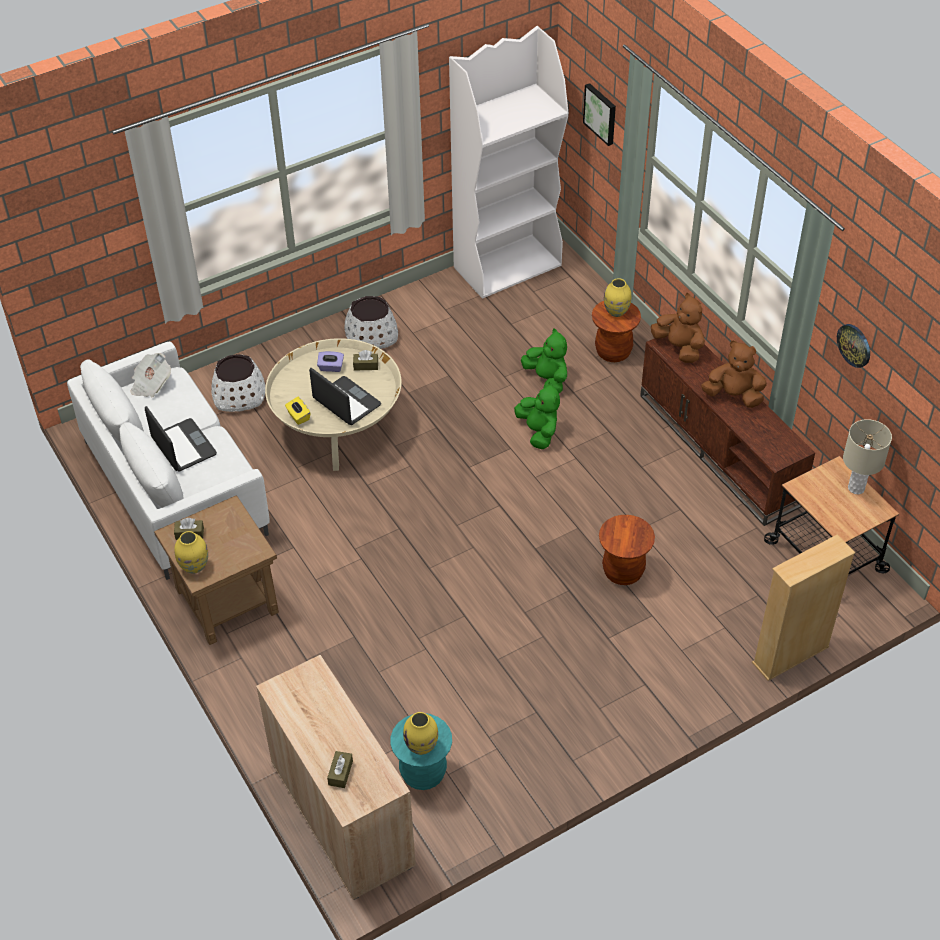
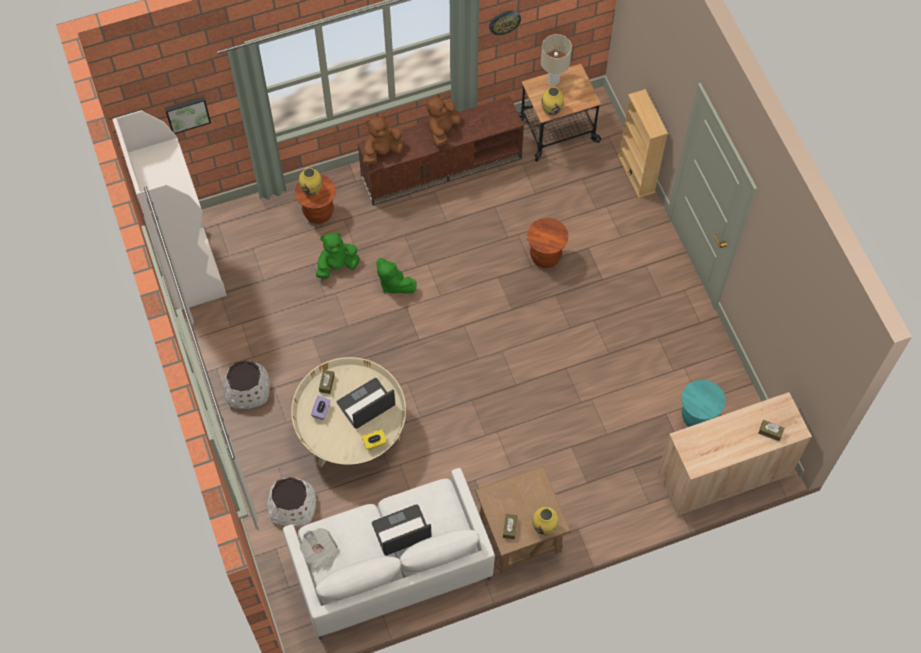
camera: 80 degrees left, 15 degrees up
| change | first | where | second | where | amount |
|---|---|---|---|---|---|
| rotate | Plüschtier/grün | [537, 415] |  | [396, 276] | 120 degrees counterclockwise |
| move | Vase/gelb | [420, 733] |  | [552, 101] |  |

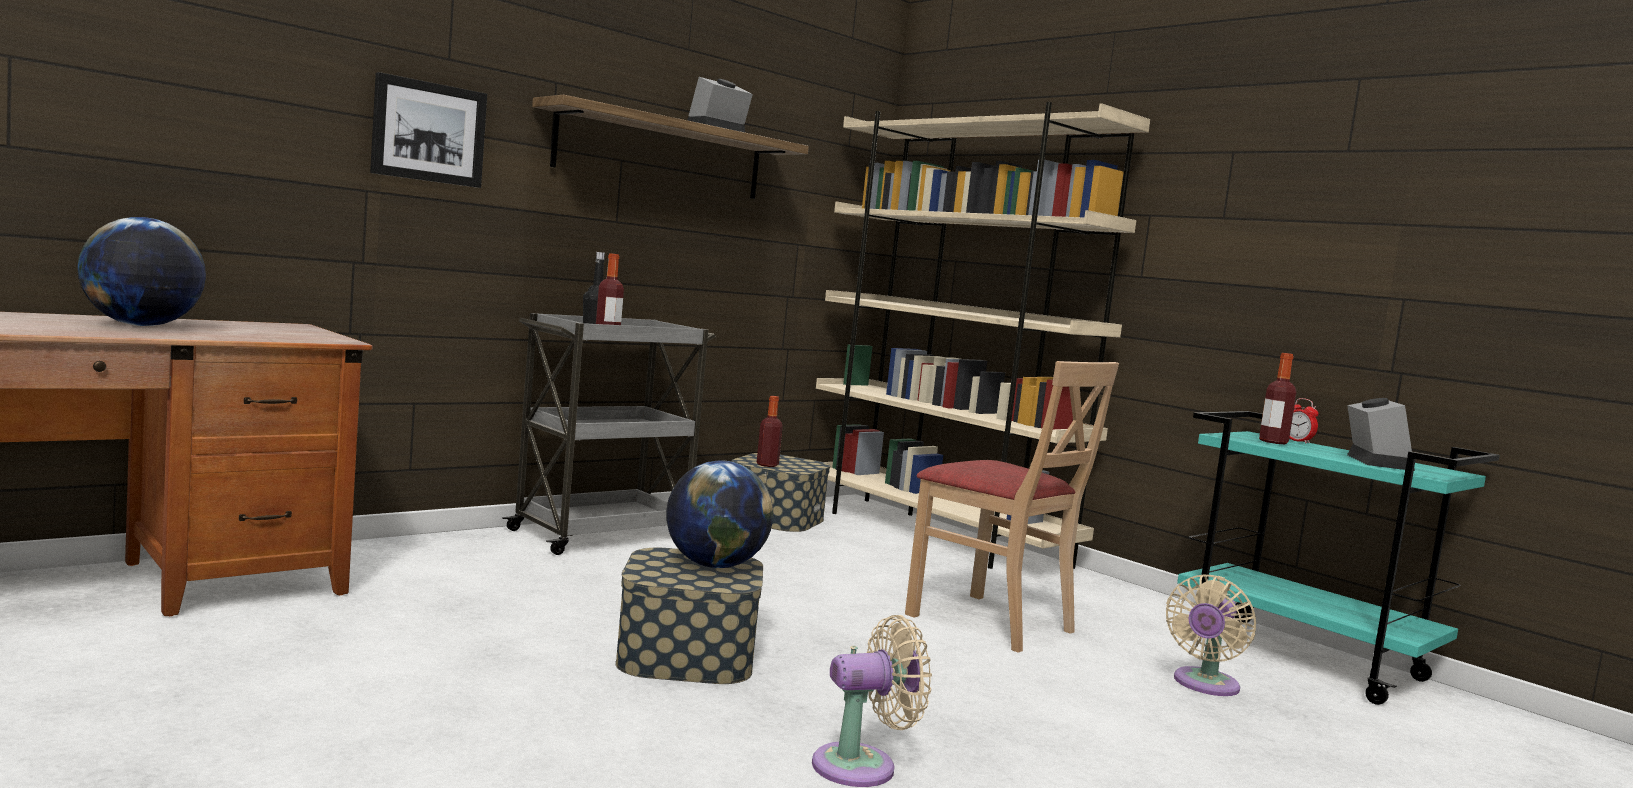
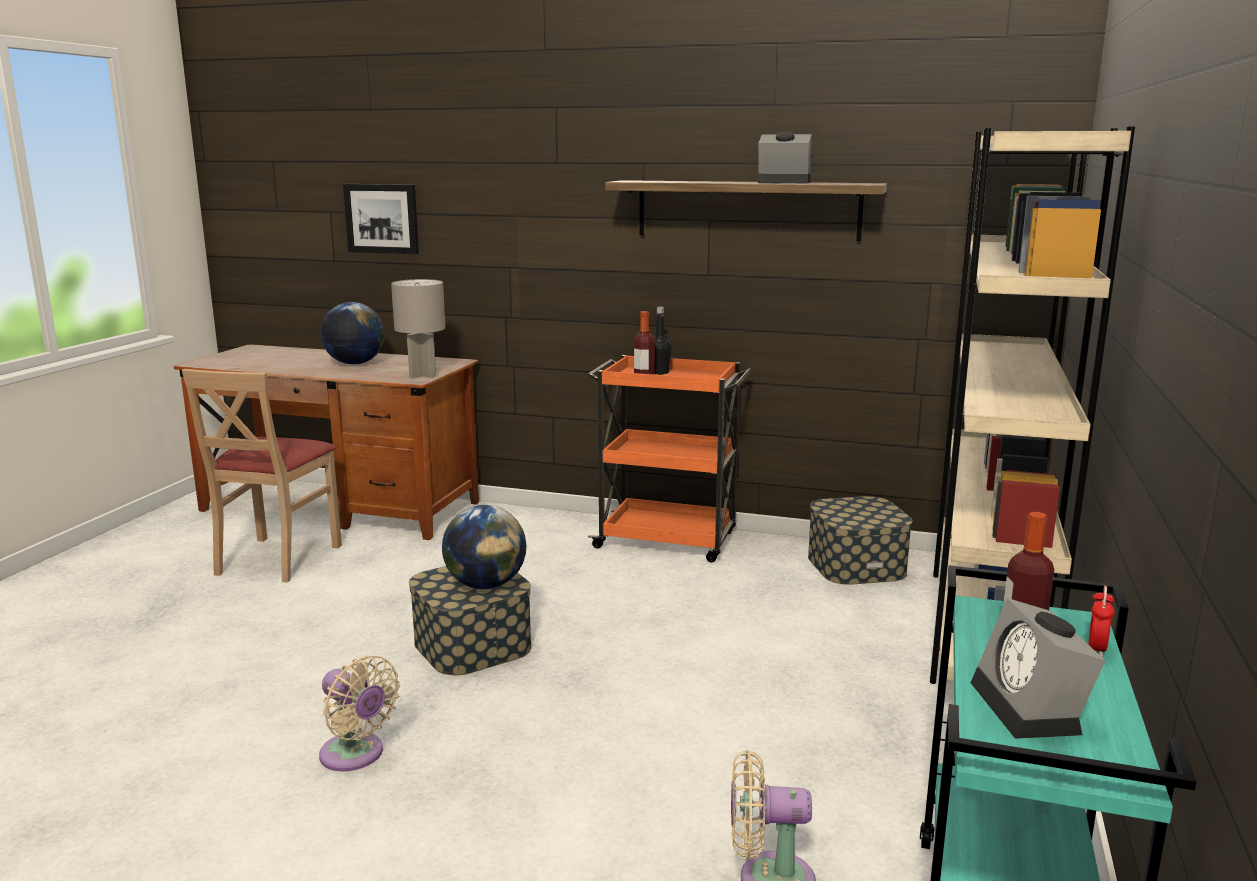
camera: 60 degrees right, 10 degrees up
| change | first | where | second | where | amount |
|---|---|---|---|---|---|
| move | Bild | [428, 130] |  | [381, 219] |  |
| recolor | Rollwagen/grau | [609, 434] | Rollwagen/orange | [669, 458] |  |
| move | Stuhl/beige | [1012, 507] |  | [262, 476] |  |
| delete | Flasche | [770, 431] |  |  |  |
| rotate | Wecker | [1381, 434] |  | [1038, 668] | 105 degrees clockwise |
| insert |  |  | Tischlampe/grau | [418, 329] |  |

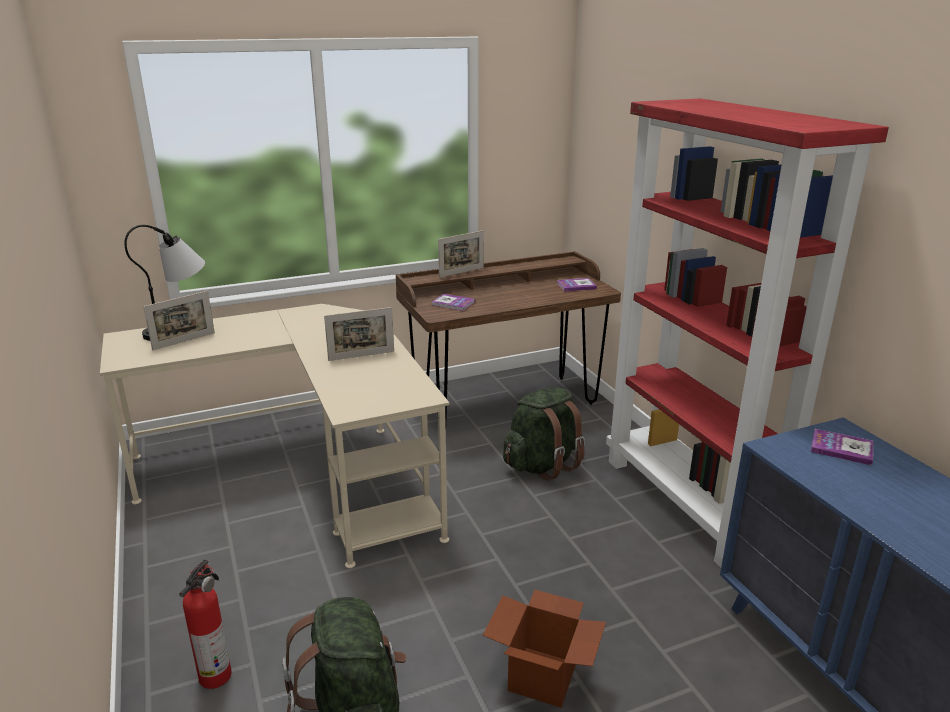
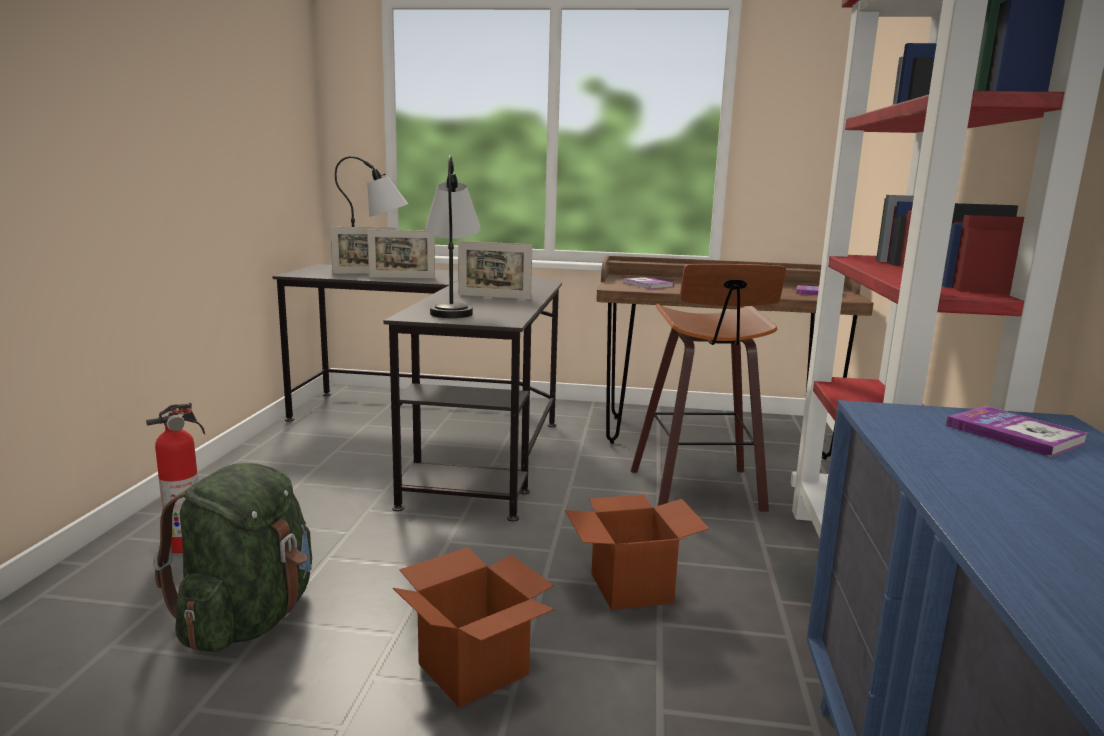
camera: 30 degrees right, 10 degrees down
| change | first | where | second | where | amount |
|---|---|---|---|---|---|
| move | Bilderrahmen | [461, 254] |  | [401, 253] |  |
| recolor | Schreibtisch/beige | [274, 436] | Schreibtisch/schwarz | [417, 392] |  |
| replace | Rucksack/grün | [544, 434] | Hocker | [708, 388] |  |
| insert |  |  | Tischlampe | [453, 236] |  |
| insert |  |  | Karton | [637, 552] |  |

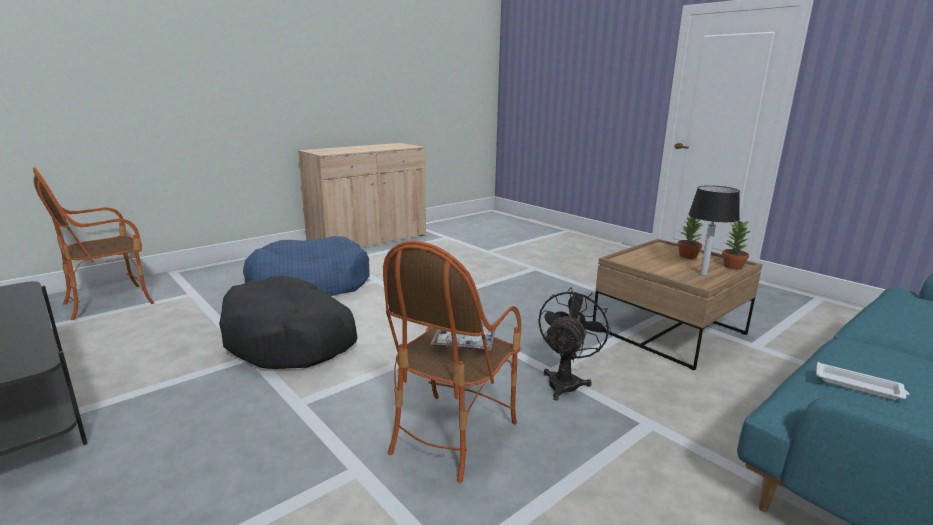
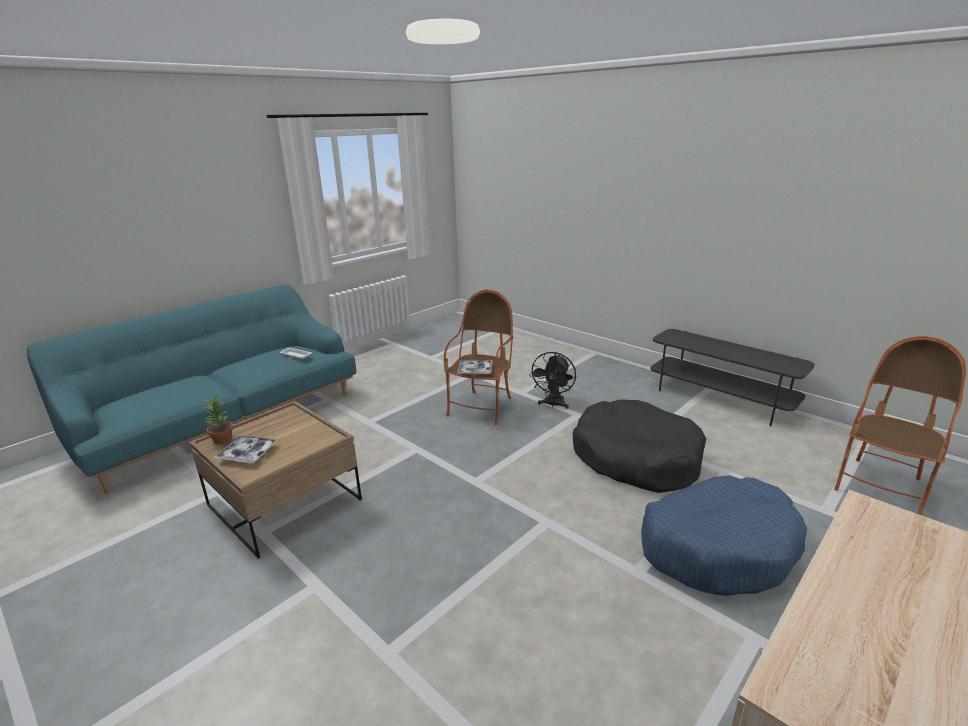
camera: 175 degrees right, 5 degrees up
| change | first | where | second | where | amount |
|---|---|---|---|---|---|
| delete | Tischlampe | [714, 230] |  |  |  |
| replace | Topfpflanze | [690, 237] | Tablett | [246, 449] |  |
| move | Ventilator/schwarz | [574, 344] |  | [552, 380] |  |

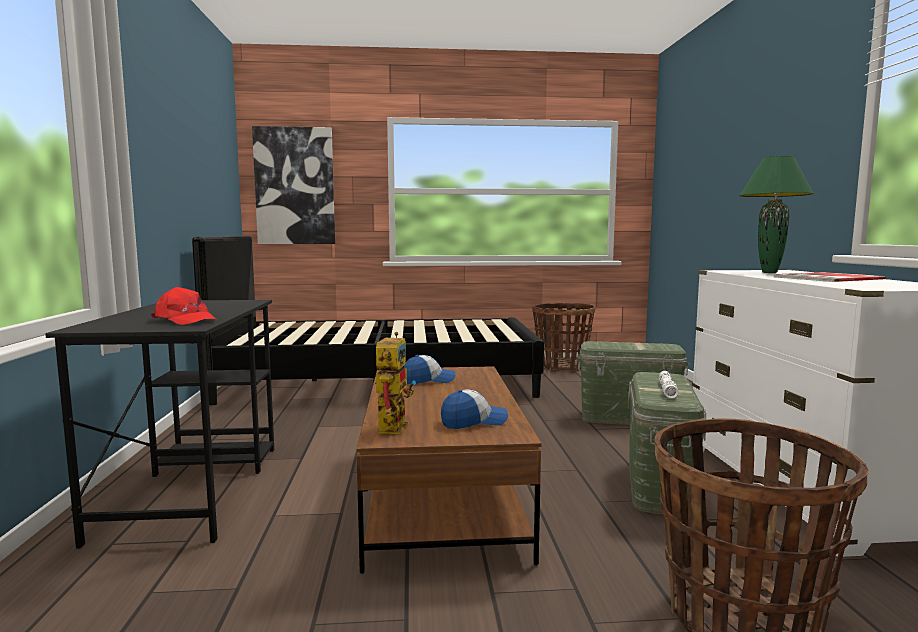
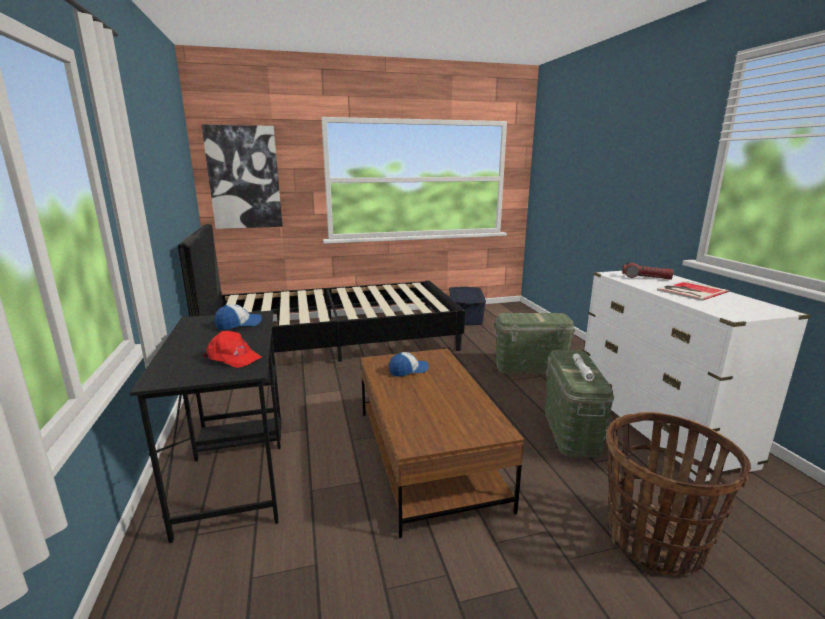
camera: 10 degrees left, 10 degrees up
| change | first | where | second | where | amount |
|---|---|---|---|---|---|
| replace | Tischlampe/grün | [776, 214] | Taschenlampe | [648, 271] |  |
| replace | Korb | [563, 337] | Aufbewahrungsbox/blau | [467, 306] |  |
| delete | Spielzeugroboter | [395, 383] |  |  |  |
| move | Kappe | [474, 409] |  | [238, 317] |  |

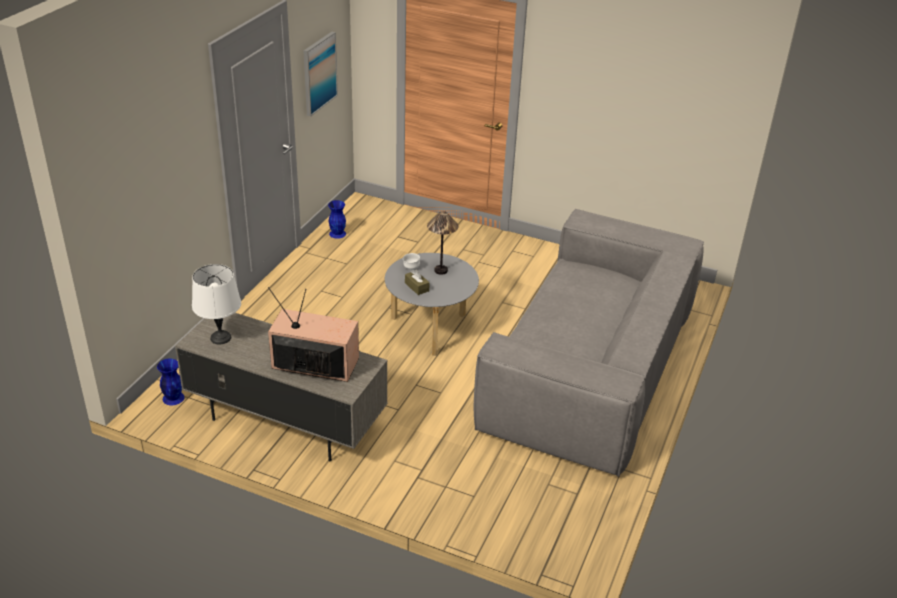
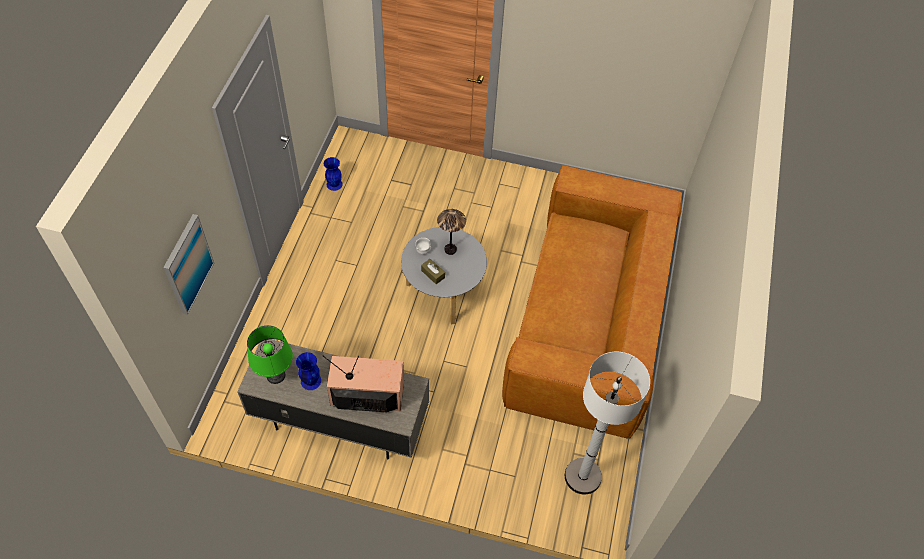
camera: 10 degrees left, 20 degrees up
| change | first | where | second | where | amount |
|---|---|---|---|---|---|
| move | Bild | [320, 74] |  | [188, 264] |  |
| recolor | Sofa/grau | [589, 342] | Sofa/braun | [592, 302] |  |
| recolor | Tischlampe/weiß | [216, 304] | Tischlampe/grün | [270, 354] |  |
| move | Vase/blau | [170, 381] |  | [308, 371] |  |
| insert |  |  | Stehlampe/weiß | [607, 423] |  |

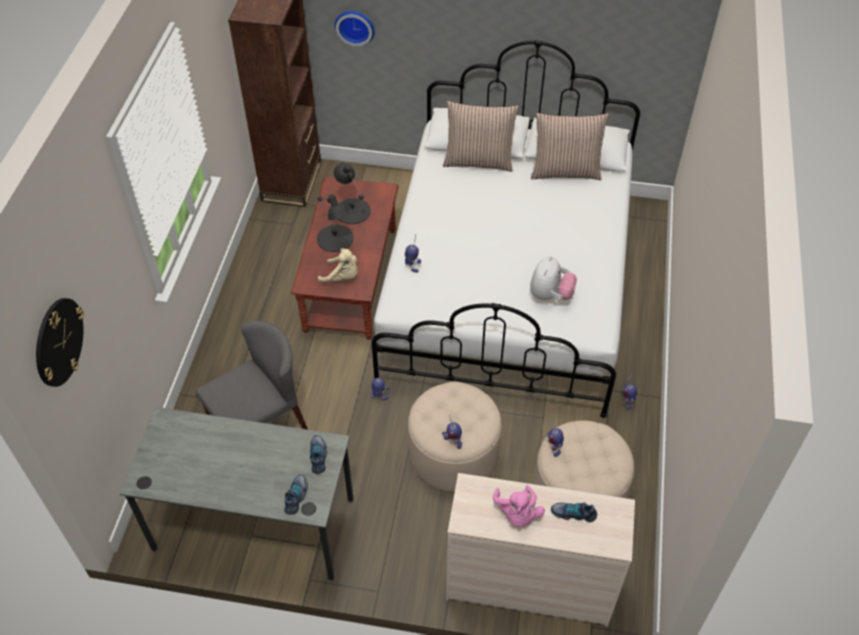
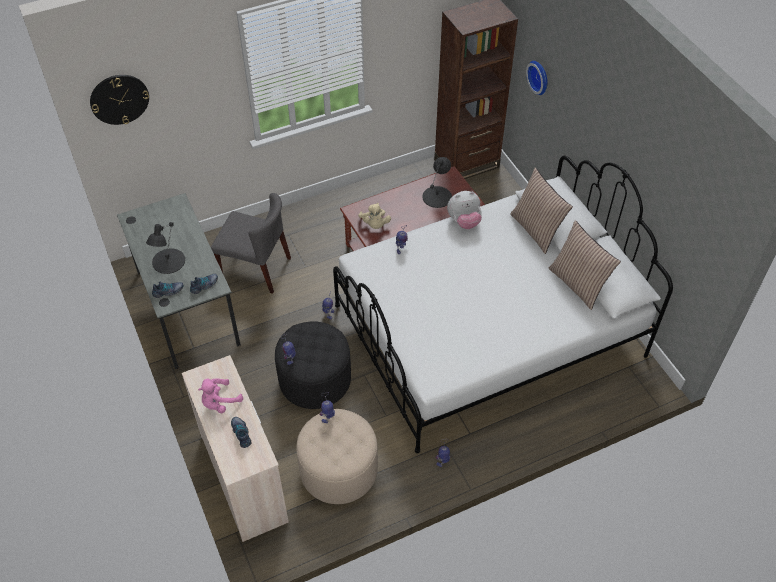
camera: 55 degrees right, 0 degrees up
| change | first | where | second | where | amount |
|---|---|---|---|---|---|
| move | Tischlampe/schwarz | [335, 223] |  | [165, 248] |  |
| move | Plüschtier | [553, 278] |  | [464, 210] |  |
| recolor | Polsterhocker/beige | [455, 437] | Polsterhocker/schwarz | [313, 365] |  |

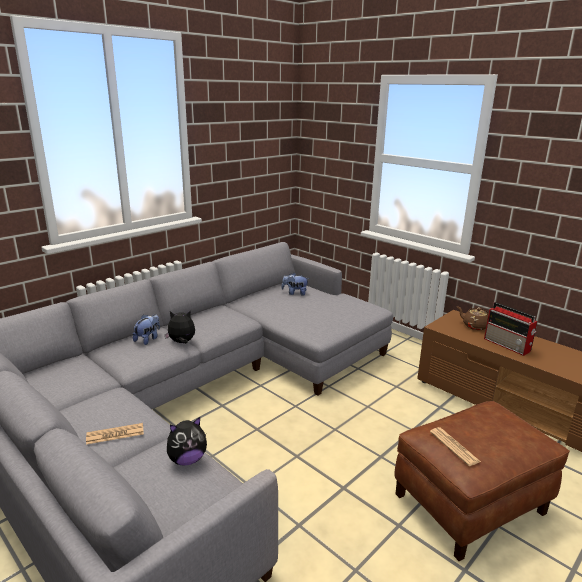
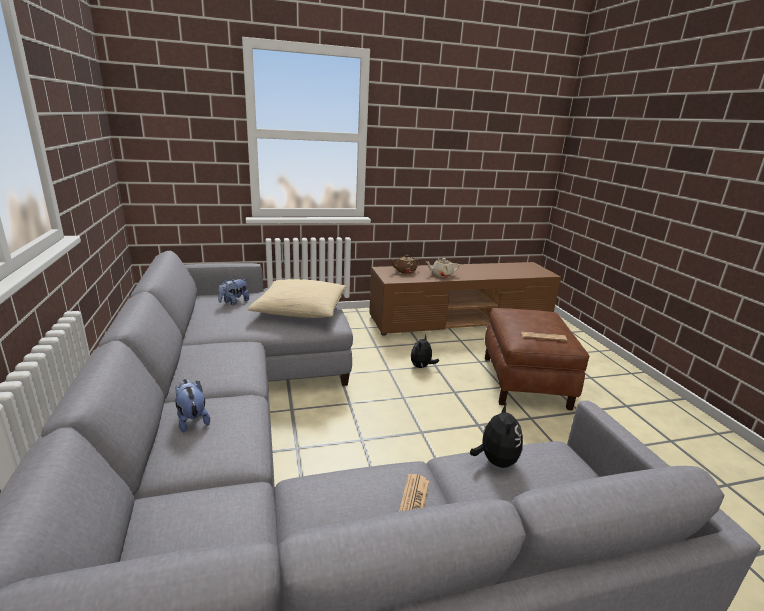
camera: 60 degrees left, 0 degrees up
| change | first | where | second | where | amount |
|---|---|---|---|---|---|
| replace | Radio | [511, 329] | Teekanne/beige | [442, 267] |  |
| move | Plüschtier | [180, 327] |  | [425, 351] |  |
| insert |  |  | Kissen/beige | [296, 298] |  |

